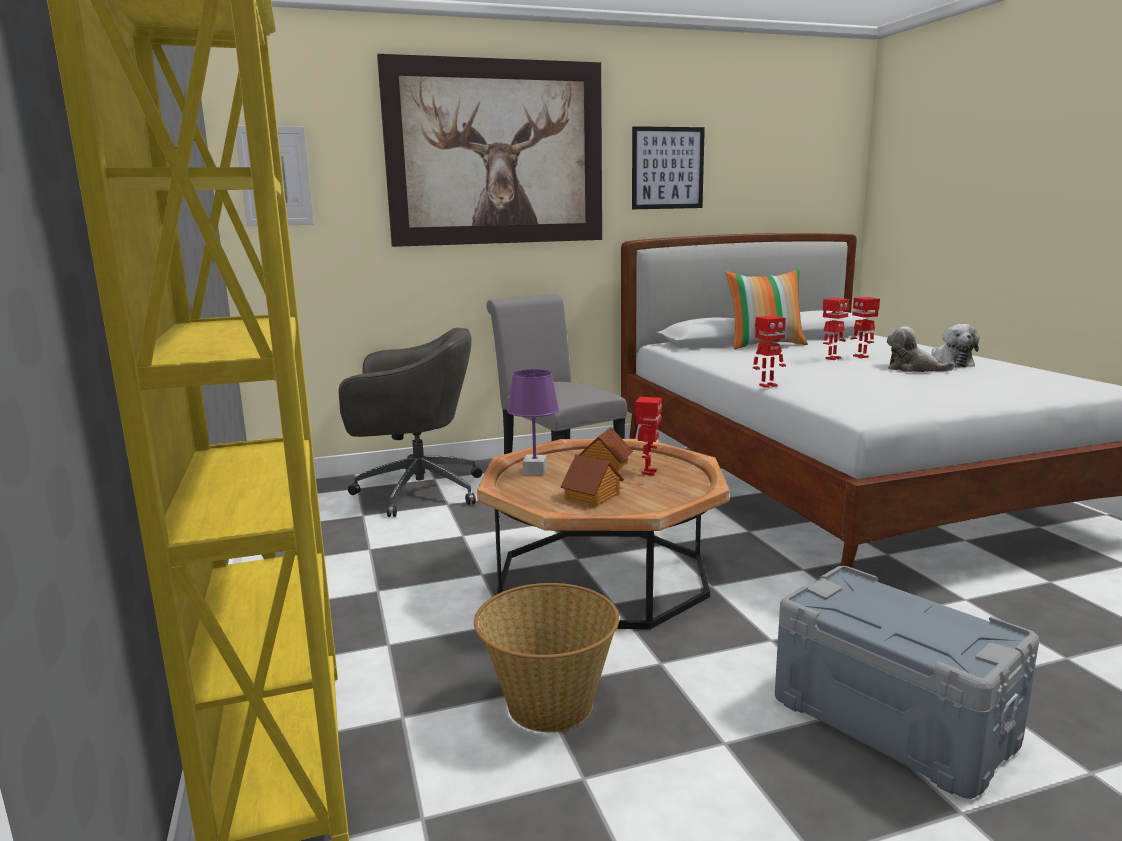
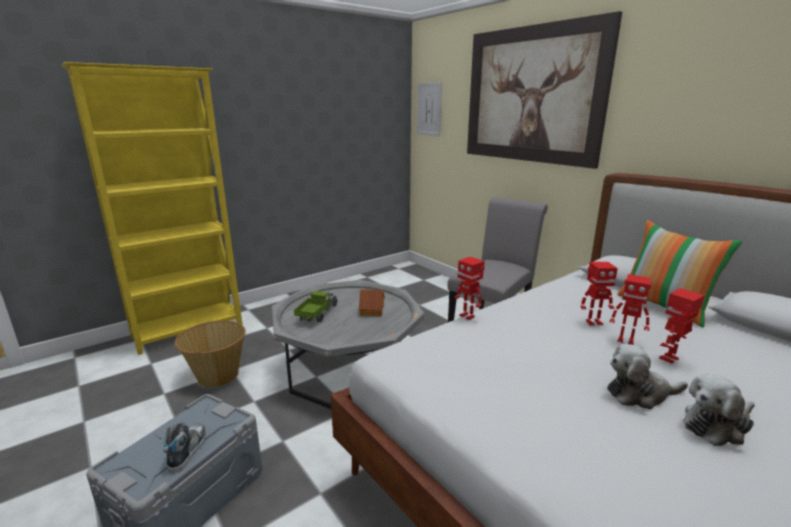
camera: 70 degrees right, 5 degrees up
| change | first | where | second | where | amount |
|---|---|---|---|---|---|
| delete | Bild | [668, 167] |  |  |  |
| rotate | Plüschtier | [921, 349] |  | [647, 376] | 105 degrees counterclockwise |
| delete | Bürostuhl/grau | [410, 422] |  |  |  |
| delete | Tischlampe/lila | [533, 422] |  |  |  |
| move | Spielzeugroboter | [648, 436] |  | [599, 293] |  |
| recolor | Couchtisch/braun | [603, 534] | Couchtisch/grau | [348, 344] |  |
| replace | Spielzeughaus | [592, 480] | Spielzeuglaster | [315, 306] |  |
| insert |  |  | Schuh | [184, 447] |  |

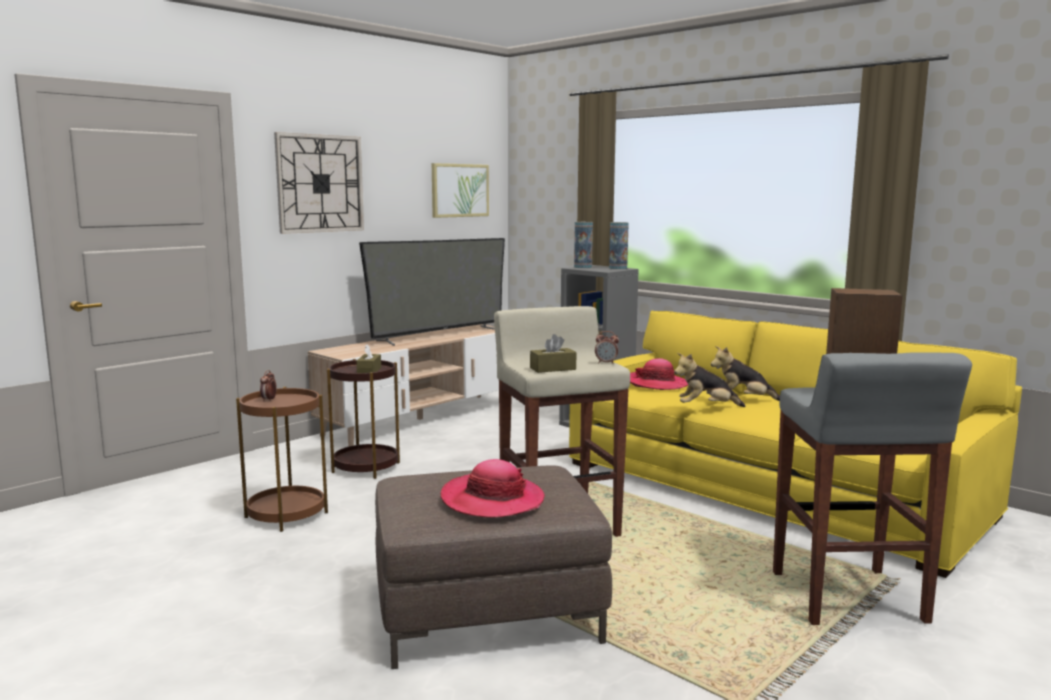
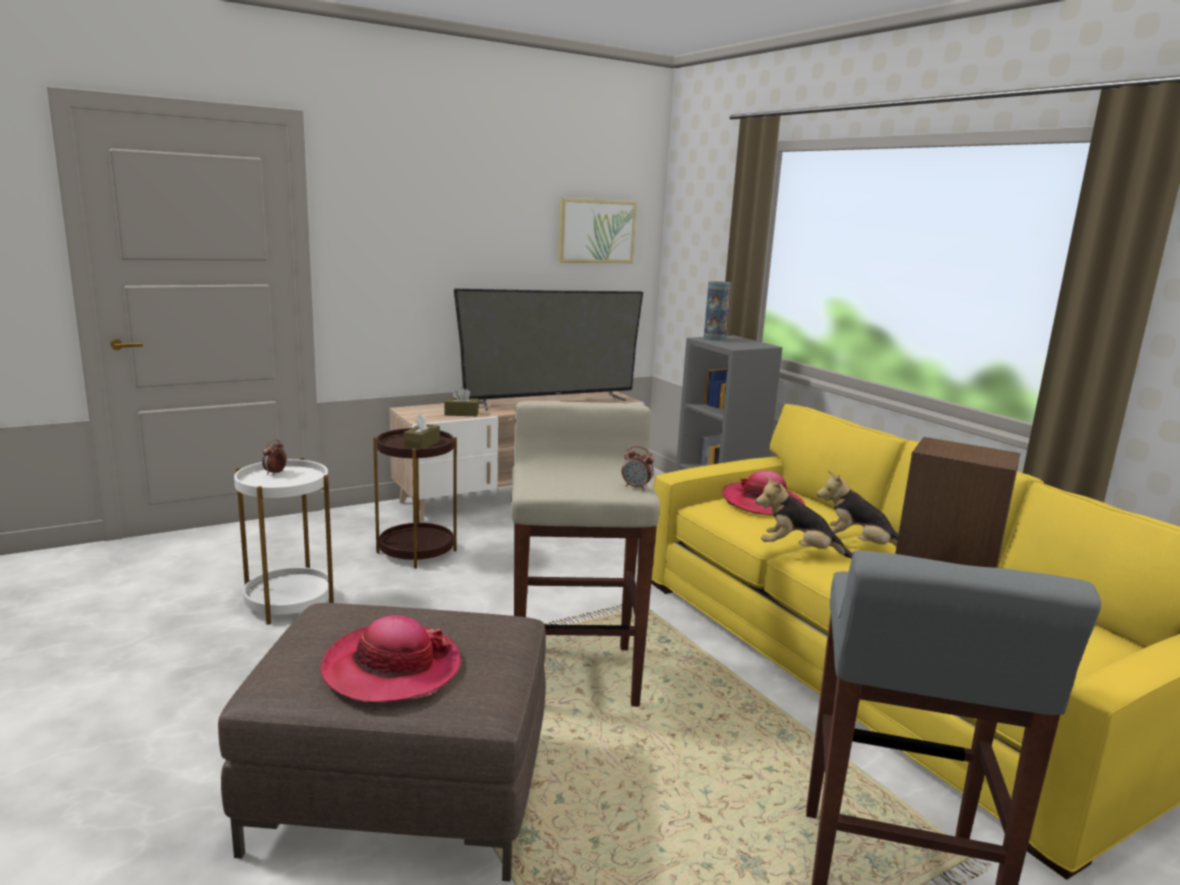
camera: 15 degrees right, 5 degrees up
| change | first | where | second | where | amount |
|---|---|---|---|---|---|
| delete | Wanduhr | [319, 183] |  |  |  |
| delete | Vase | [619, 245] |  |  |  |
| move | Taschentuchbox/braun | [553, 353] |  | [461, 401] |  |
| recolor | Beistelltisch/braun | [282, 459] | Beistelltisch/weiß | [284, 541] |  |

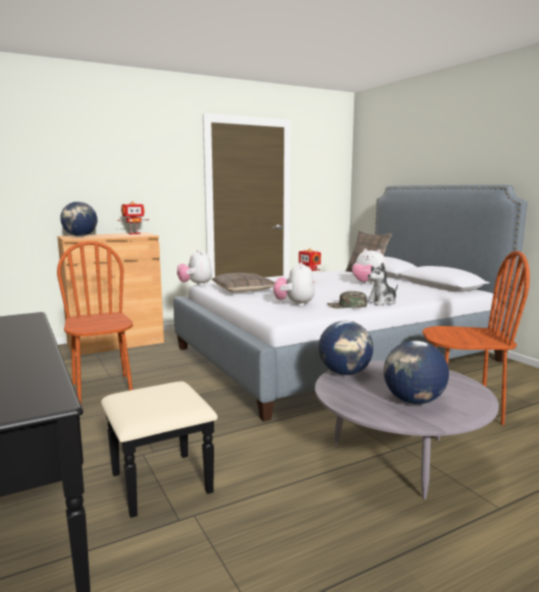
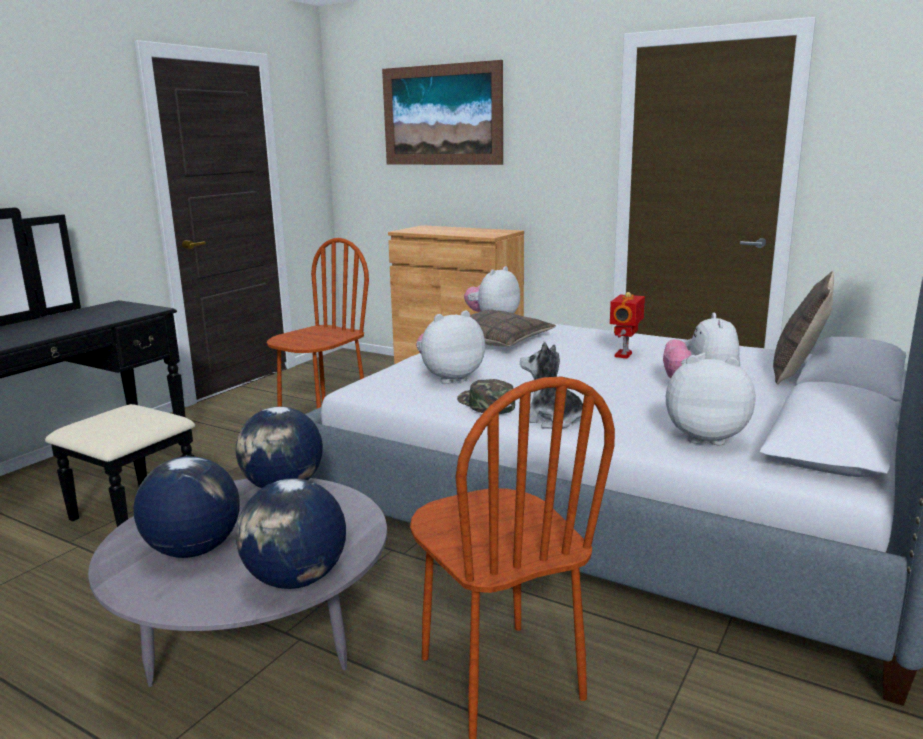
camera: 60 degrees right, 5 degrees up
| change | first | where | second | where | amount |
|---|---|---|---|---|---|
| delete | Spielzeugroboter | [133, 218] |  |  |  |
| move | Globus | [78, 219] |  | [291, 533] |  |
| insert |  |  | Bild | [442, 112] |  |
| insert |  |  | Plüschtier | [710, 400] |  |

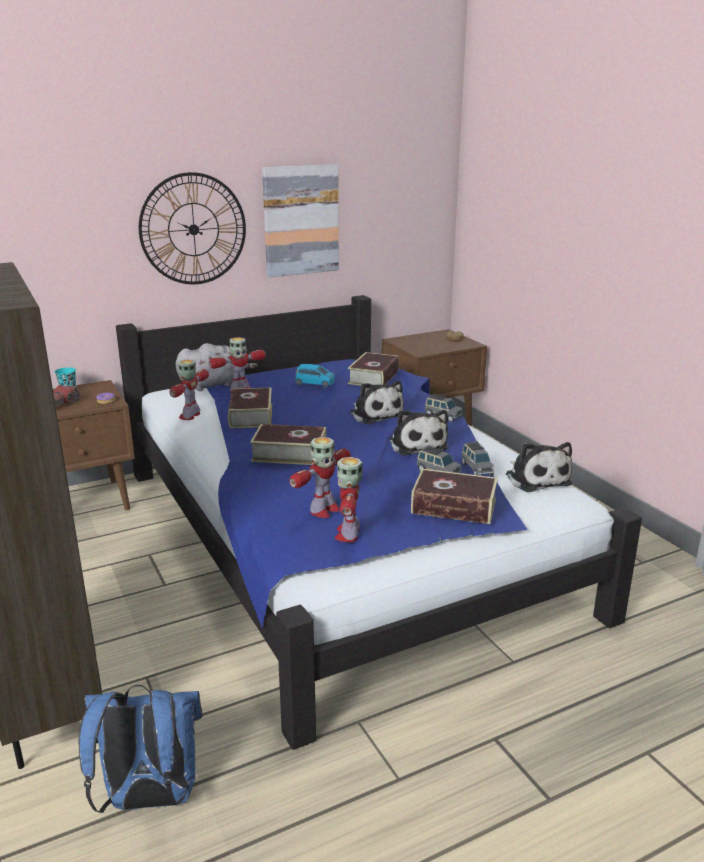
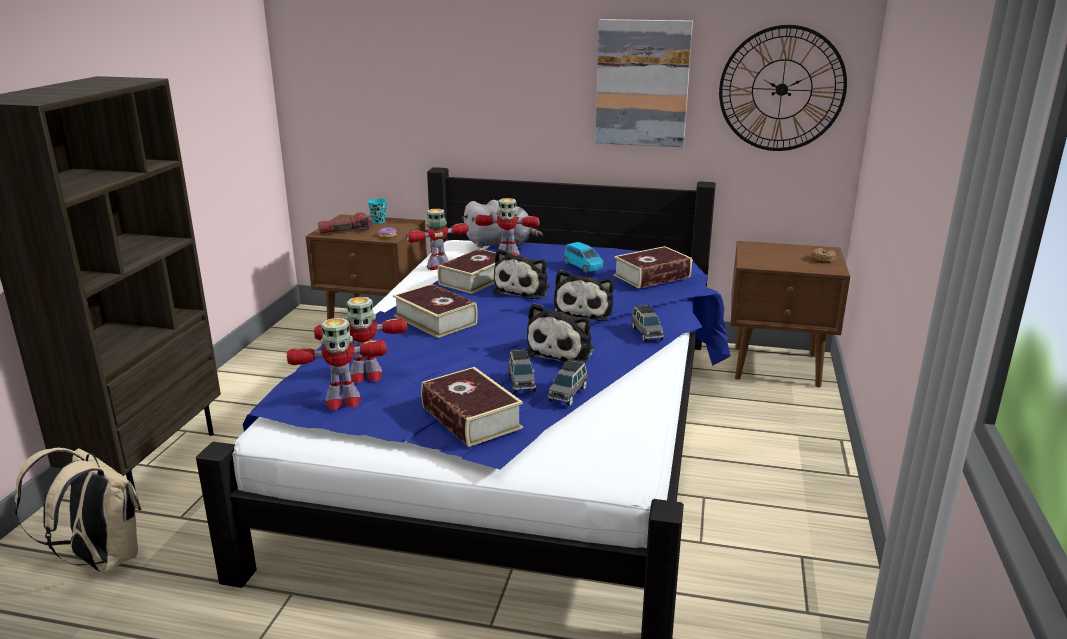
camera: 40 degrees right, 0 degrees up
| change | first | where | second | where | amount |
|---|---|---|---|---|---|
| move | Wanduhr | [192, 228] |  | [783, 88] |  |
| move | Plüschtier | [539, 467] |  | [521, 274] |  |
| rotate | Spielzeugroboter | [349, 499] |  | [337, 364] | 150 degrees counterclockwise |
| recolor | Rucksack/blau | [140, 749] | Rucksack/beige | [78, 510] |  |

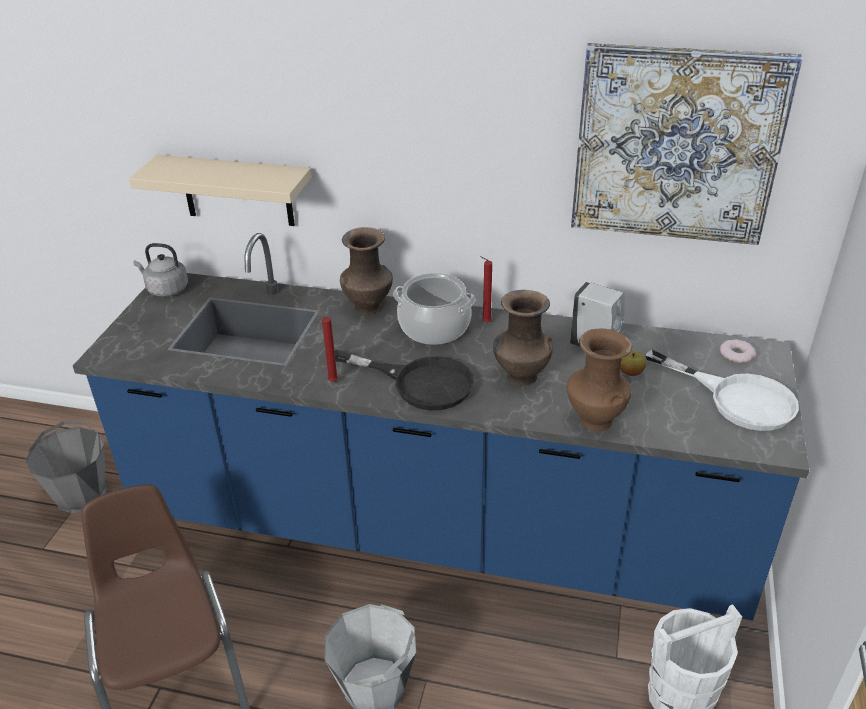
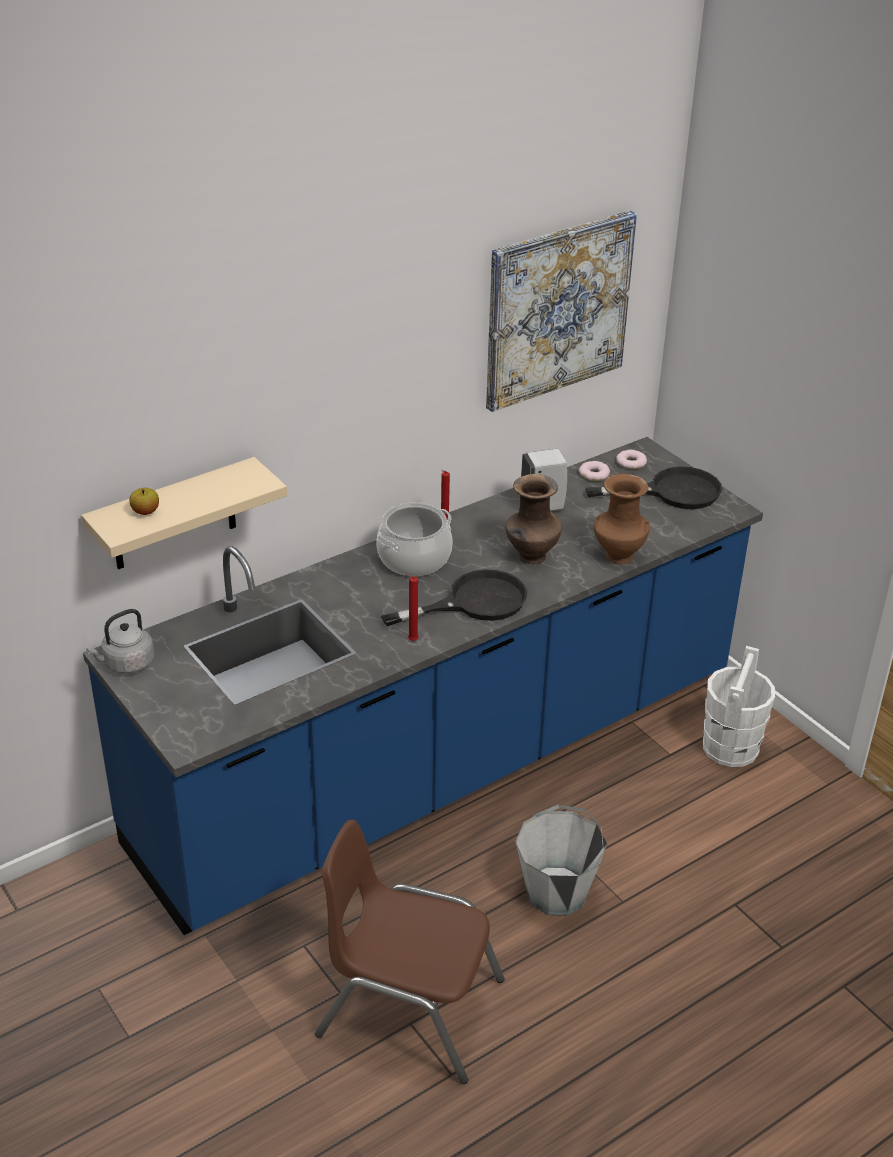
camera: 50 degrees left, 0 degrees up
| change | first | where | second | where | amount |
|---|---|---|---|---|---|
| delete | Vase/braun | [366, 271] |  |  |  |
| recolor | Pfanne/weiß | [722, 390] | Pfanne/schwarz | [653, 488] |  |
| move | Apfel | [633, 363] |  | [144, 501] |  |
| delete | Eimer/grau | [66, 467] |  |  |  |
| insert |  |  | Donut | [594, 471] |  |

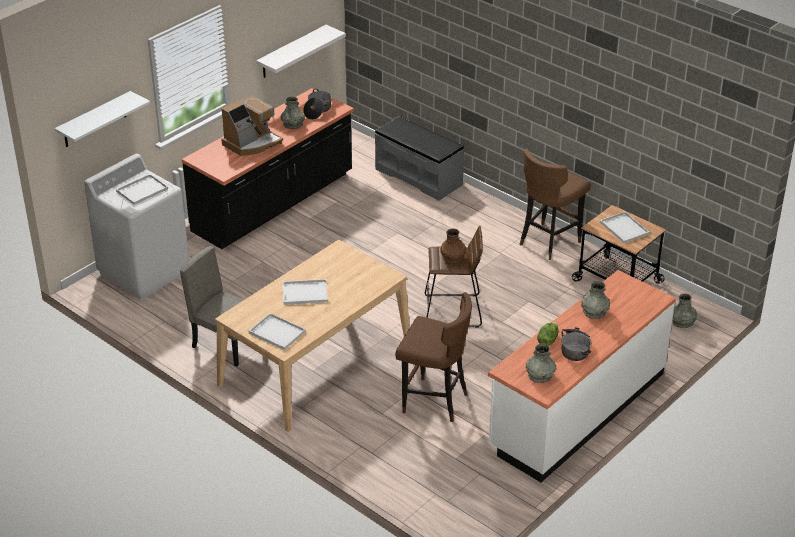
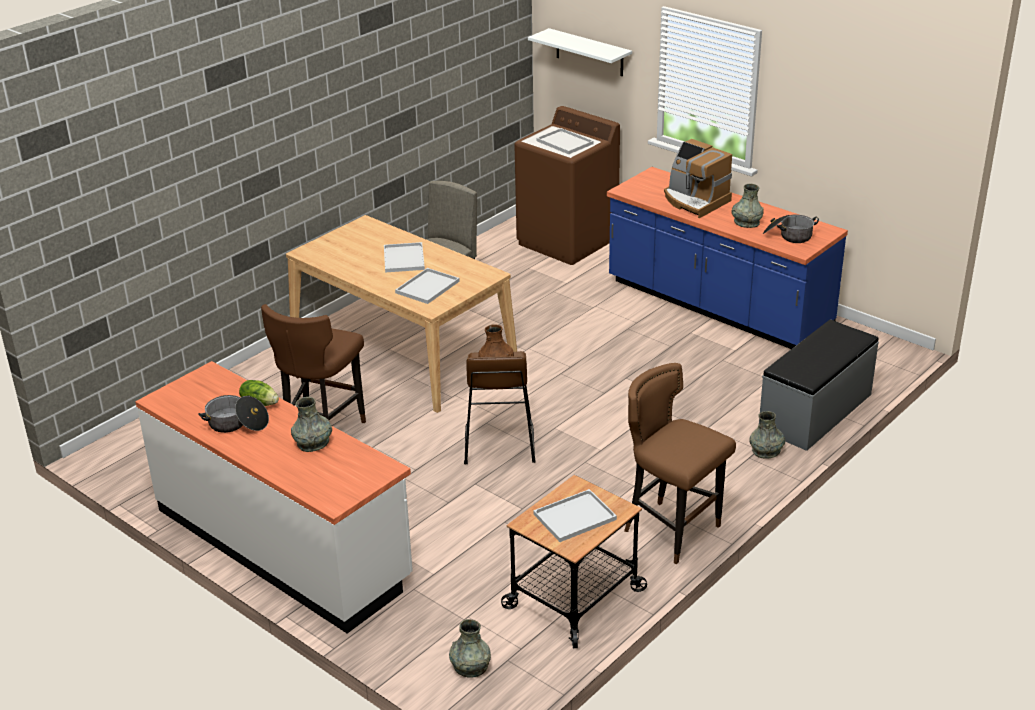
camera: 90 degrees right, 5 degrees down
| change | first | where | second | where | amount |
|---|---|---|---|---|---|
| delete | Wandregal/weiß | [301, 51] |  |  |  |
| recolor | Küchenzeile/schwarz | [268, 168] | Küchenzeile/blau | [727, 258] |  |
| recolor | Waschmaschine/weiß | [136, 227] | Waschmaschine/braun | [567, 185] |  |
| move | Tablett/weiß | [277, 331] |  | [427, 286] |  |
| move | Vase/grau | [541, 363] |  | [767, 435] |  |

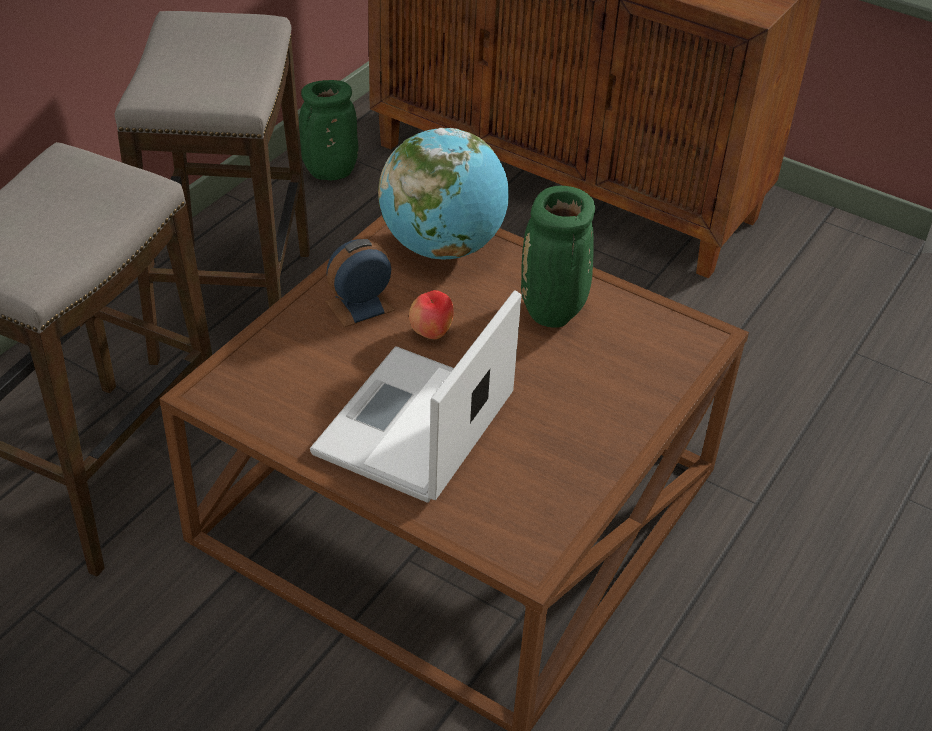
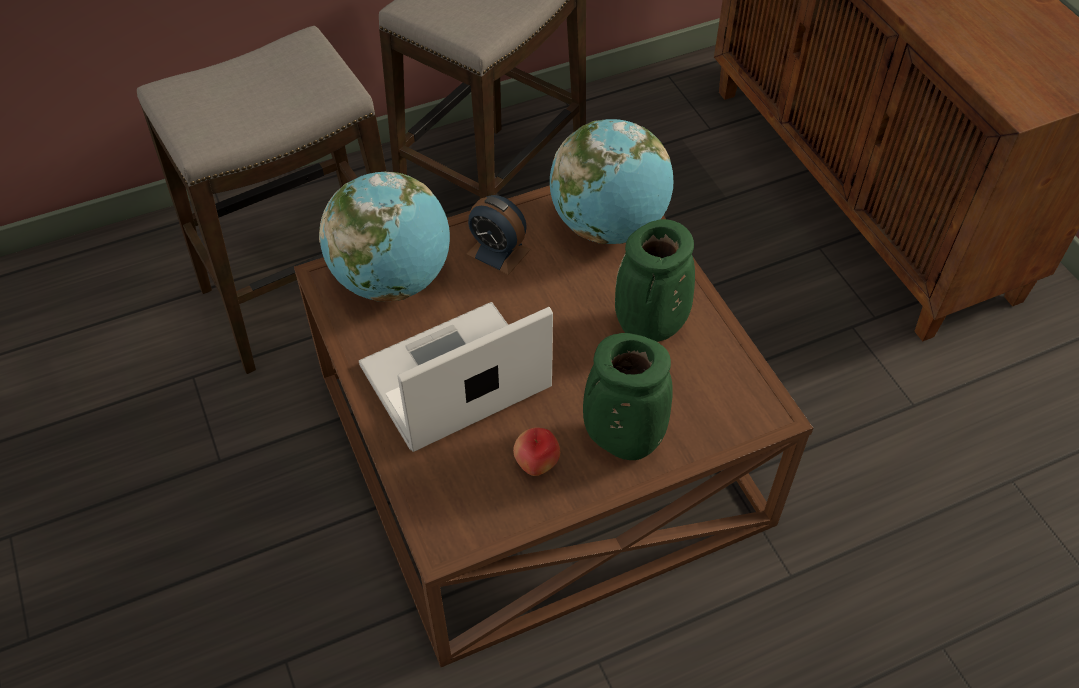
camera: 35 degrees right, 10 degrees up
| change | first | where | second | where | amount |
|---|---|---|---|---|---|
| move | Vase/grün | [328, 130] |  | [628, 396] |  |
| rotate | Wecker | [360, 283] |  | [498, 235] | 150 degrees counterclockwise |
| move | Apfel | [431, 314] |  | [536, 452] |  |
| insert |  |  | Globus | [384, 236] |  |

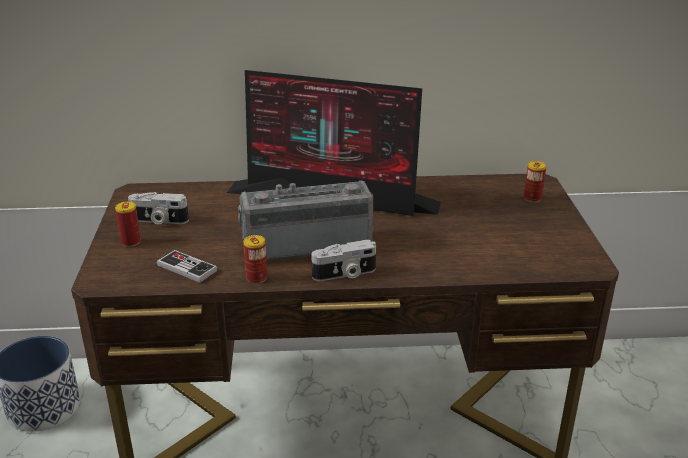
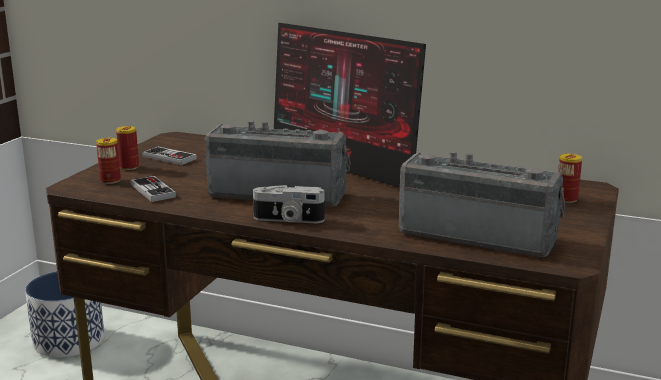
camera: 25 degrees right, 10 degrees down
| change | first | where | second | where | amount |
|---|---|---|---|---|---|
| replace | Kamera | [158, 208] | Gamepad | [169, 155] |  |
| move | Dose | [255, 259] |  | [108, 161] |  |
| insert |  |  | Radio | [482, 204] |  |

